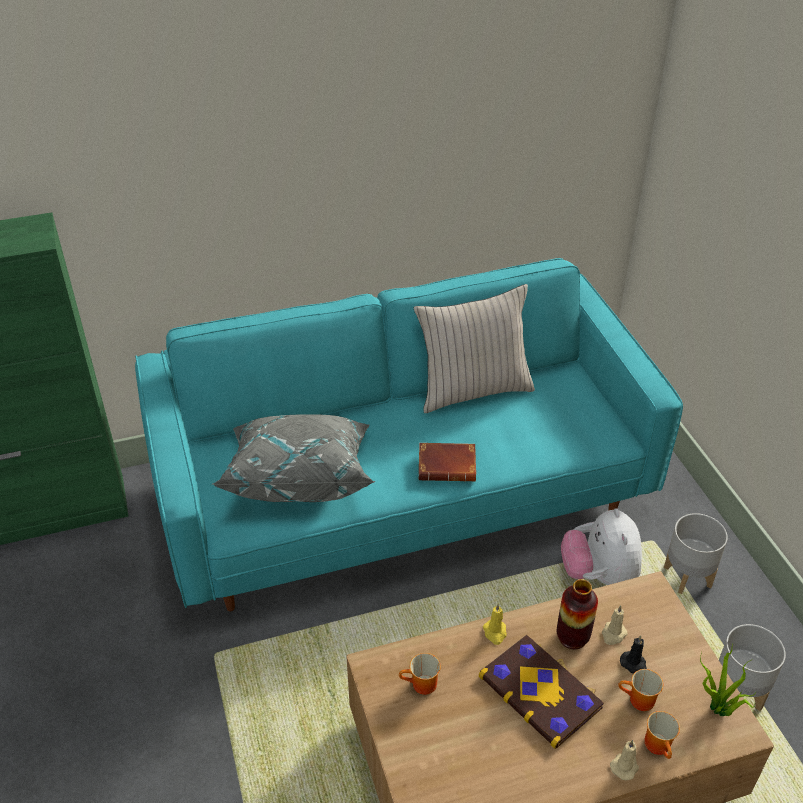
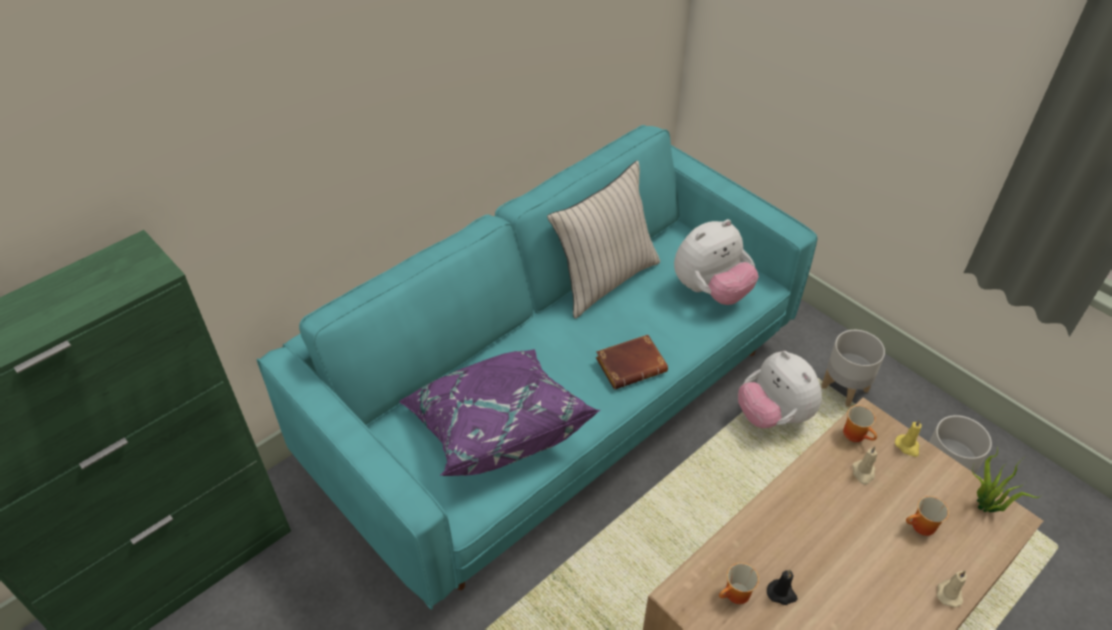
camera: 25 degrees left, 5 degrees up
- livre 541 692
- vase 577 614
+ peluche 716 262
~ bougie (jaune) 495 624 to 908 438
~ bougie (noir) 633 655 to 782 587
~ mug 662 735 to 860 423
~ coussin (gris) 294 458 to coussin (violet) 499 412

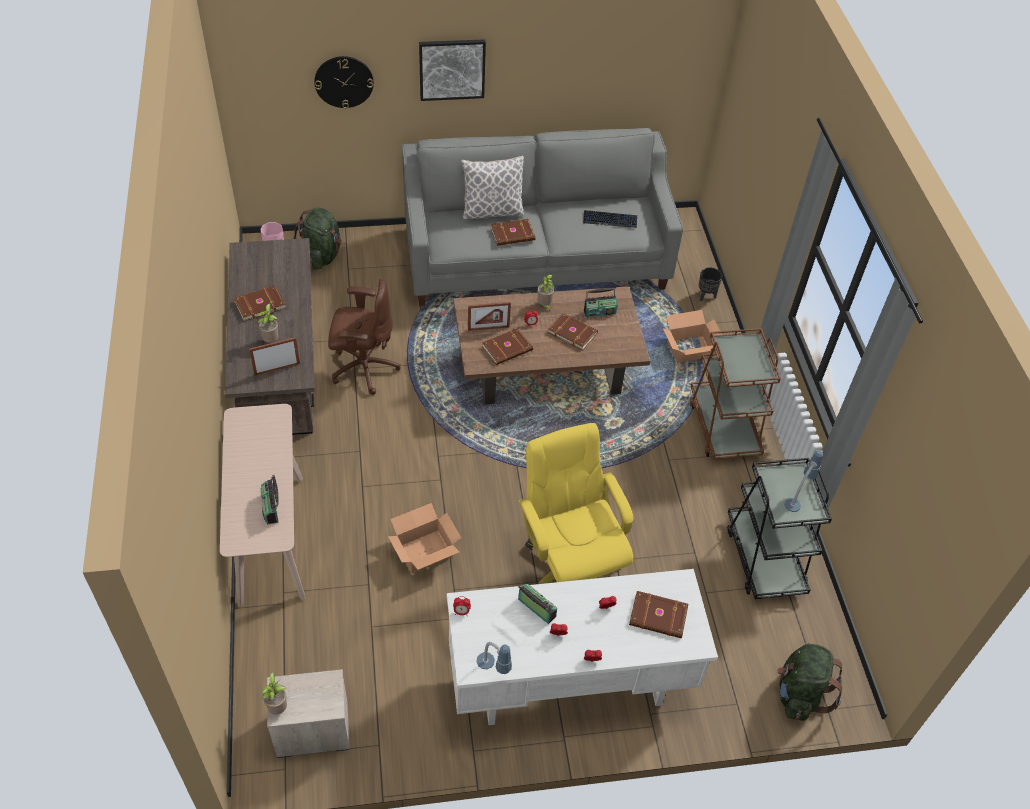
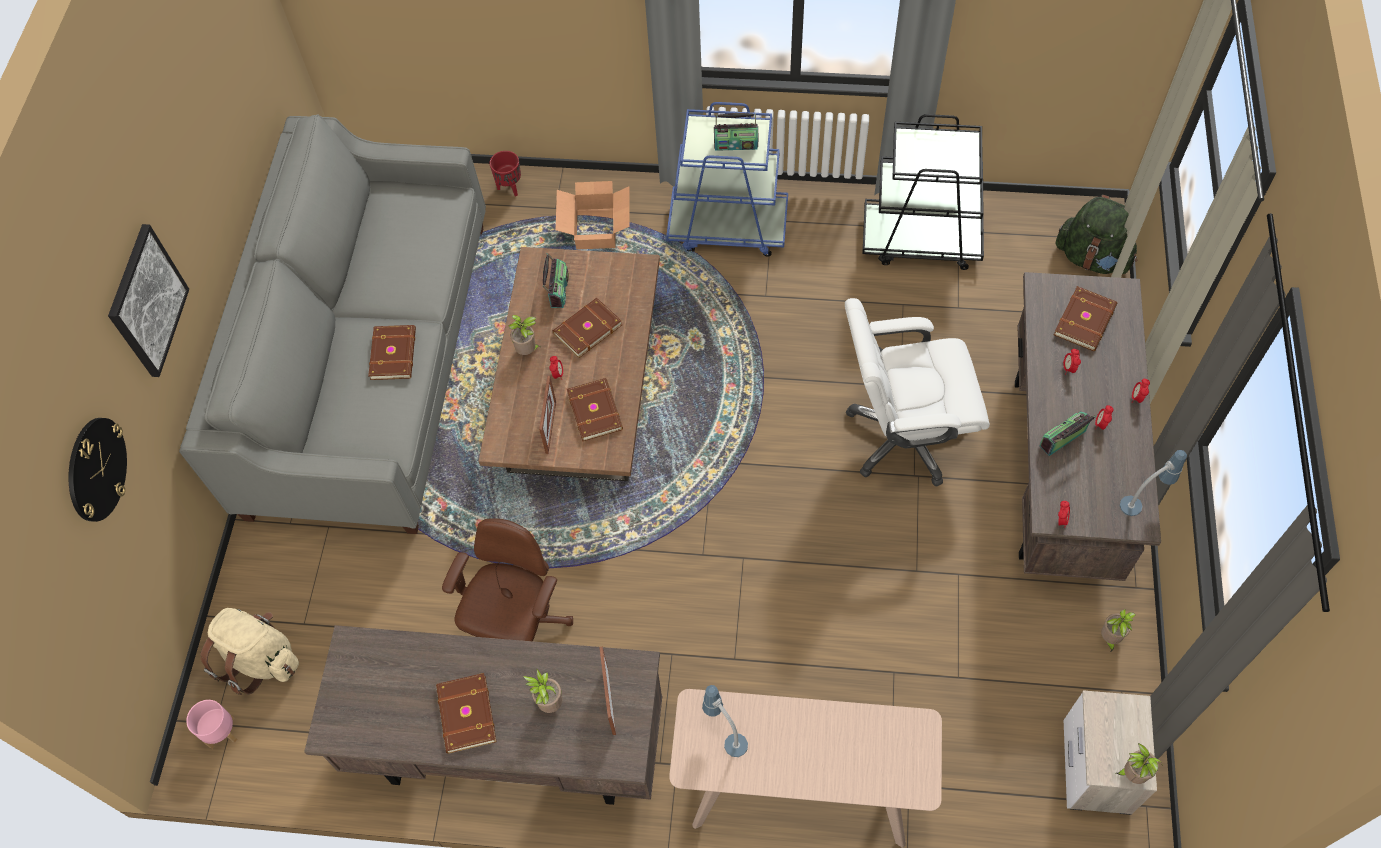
camera: 70 degrees left, 10 degrees up
- carton 424 538
- coussin 492 187
- clavier 610 219
+ plante en pot 1118 631
~ radio 269 500 to 736 132
~ lampe de table 803 481 to 725 721
~ sac à dos (vert) 317 239 to sac à dos (beige) 249 651
~ bureau (blanc) 582 647 to bureau (marron) 1088 426
~ chaise de bureau (jaune) 576 503 to chaise de bureau (blanc) 917 392
~ chariot (marron) 735 393 to chariot (bleu) 727 179
~ cache-pot (noir) 710 284 to cache-pot (rouge) 505 174

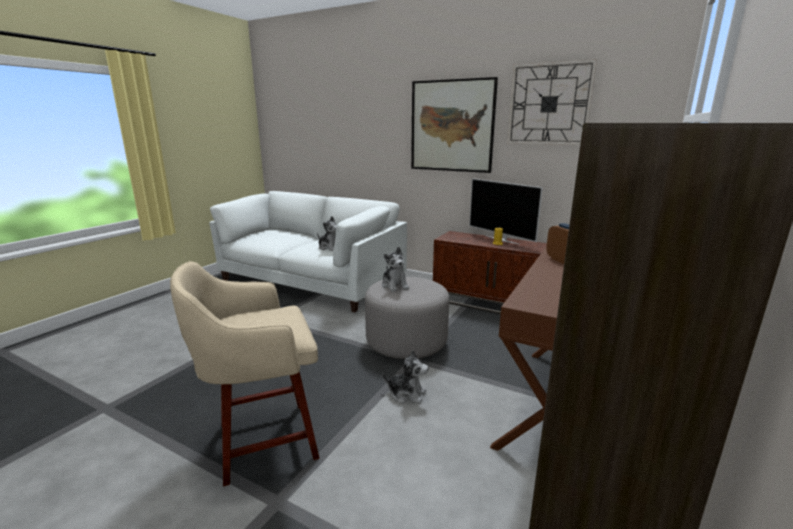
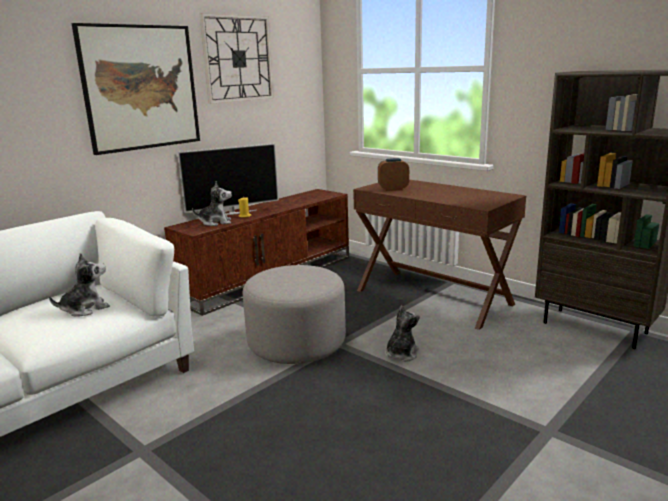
camera: 75 degrees left, 0 degrees up
- tabouret (beige) 244 373
~ peluche 395 269 to 212 203

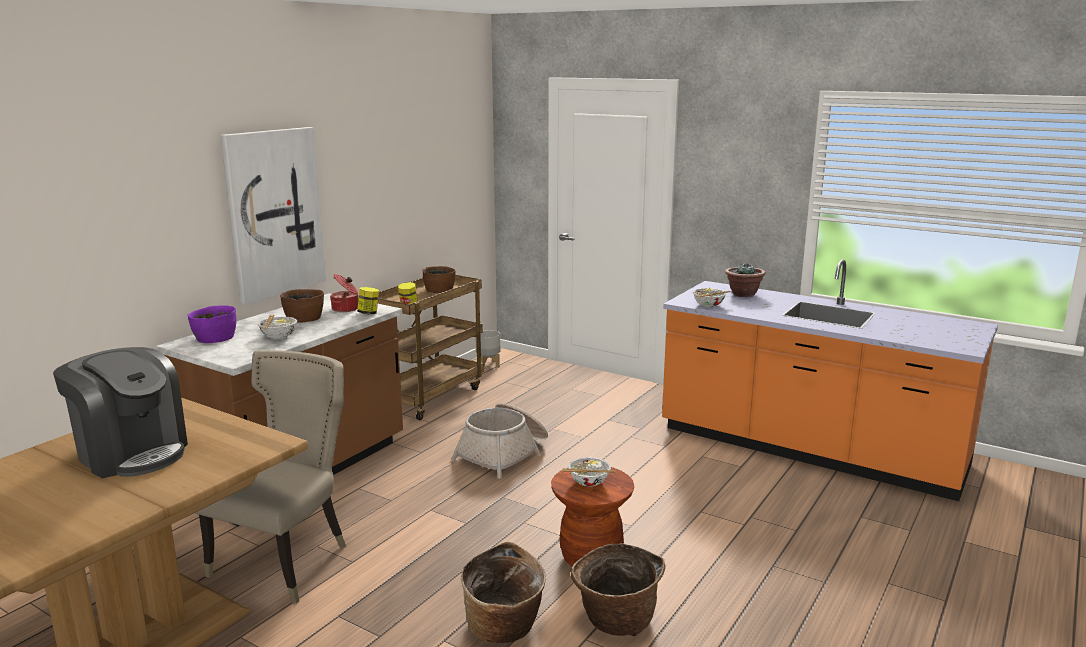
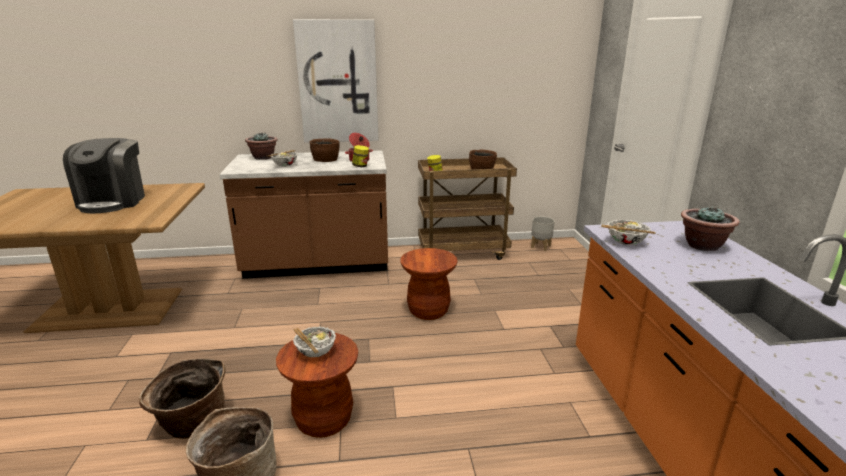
camera: 50 degrees right, 5 degrees up
- chaise (beige) 270 477
~ bol (violet) 212 324 to plante en pot 261 146
~ panier 499 440 to tabouret (marron) 429 284

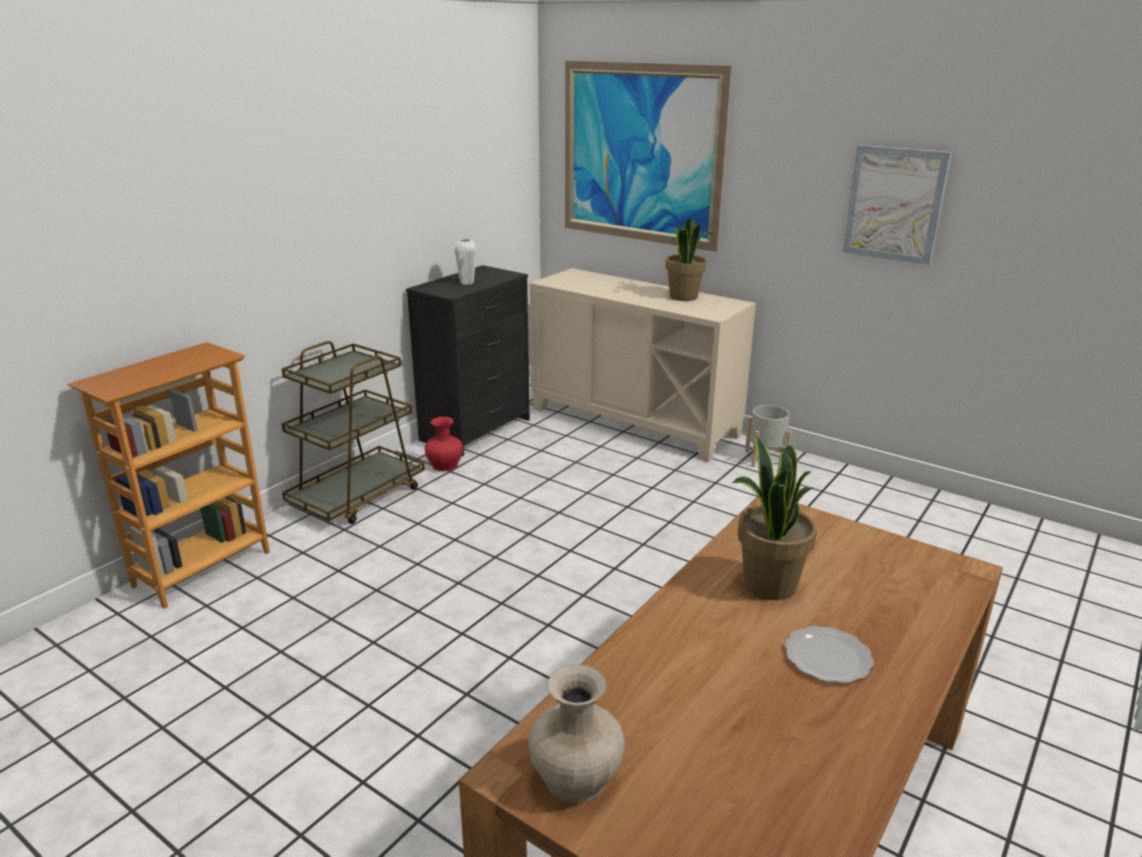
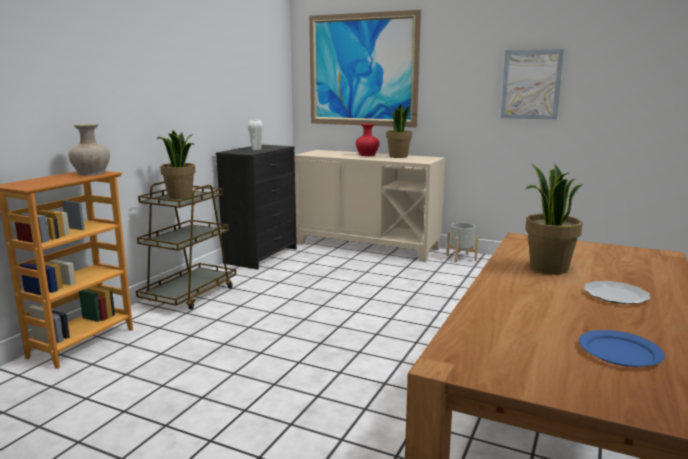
camera: 10 degrees left, 10 degrees down
+ plante en pot 175 165
+ assiette (bleu) 622 348
~ vase (rouge) 444 444 to 367 140
~ vase (beige) 576 733 to 89 150

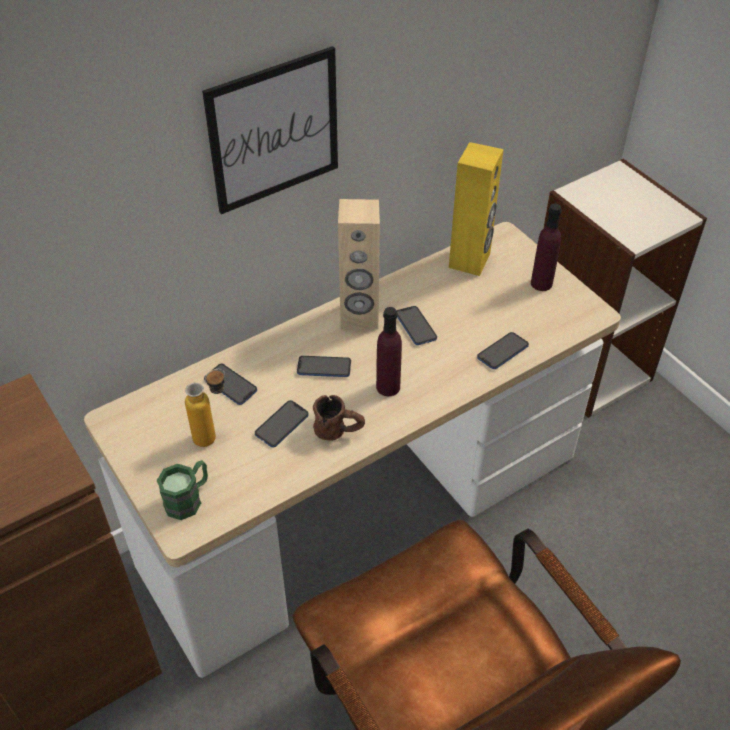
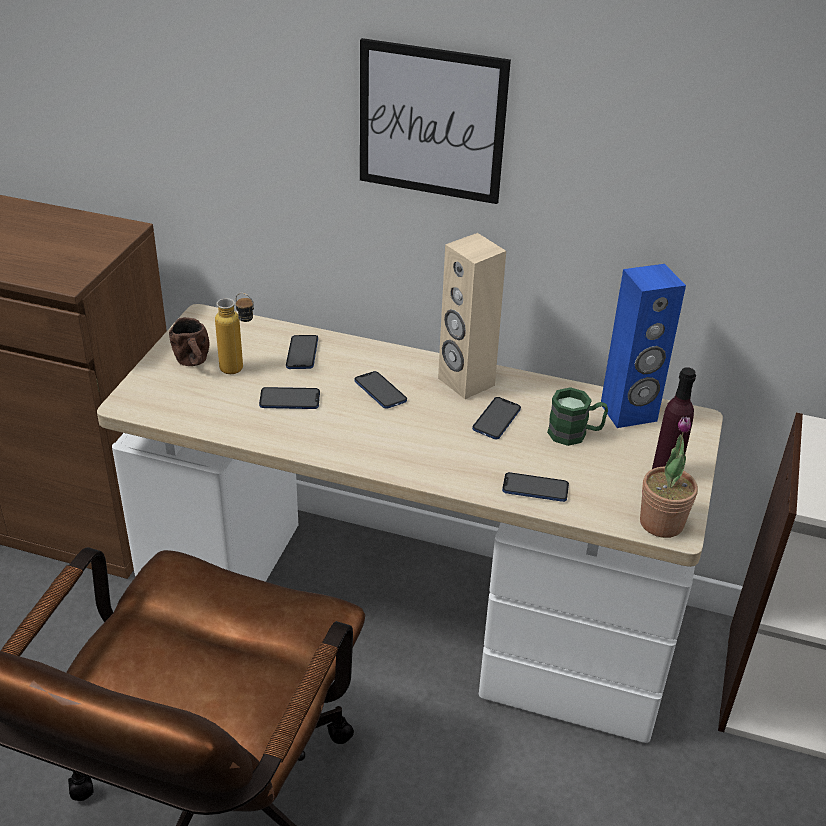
camera: 50 degrees right, 10 degrees down
- bouteille (violet) 389 351
+ plante en pot 669 477
~ mug (vert) 182 490 to 577 416
~ mug (marron) 339 418 to 189 341
~ enceinte (jaune) 476 209 to enceinte (bleu) 643 346

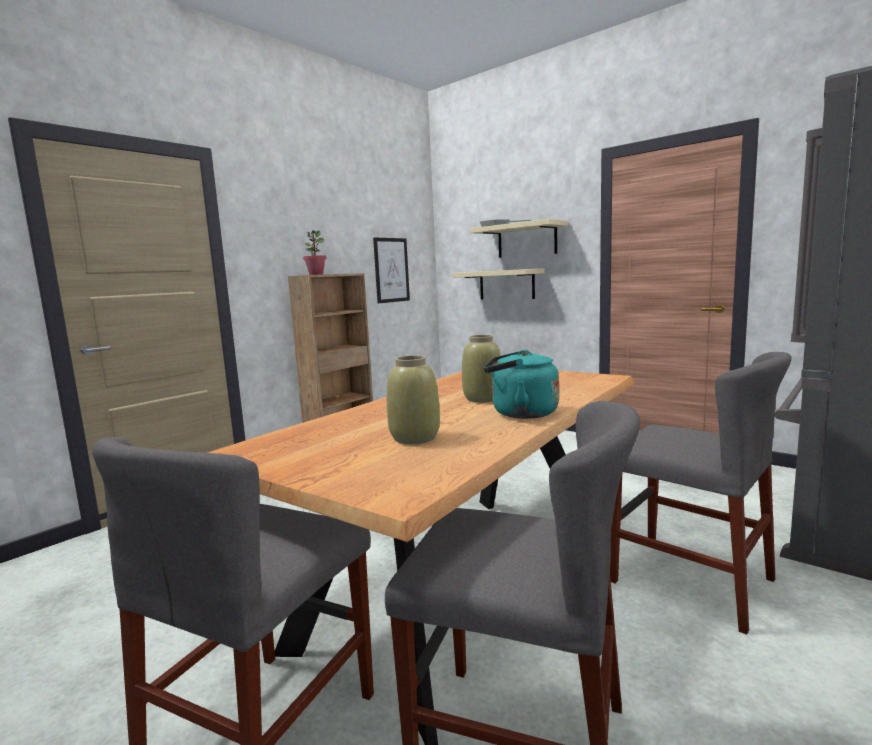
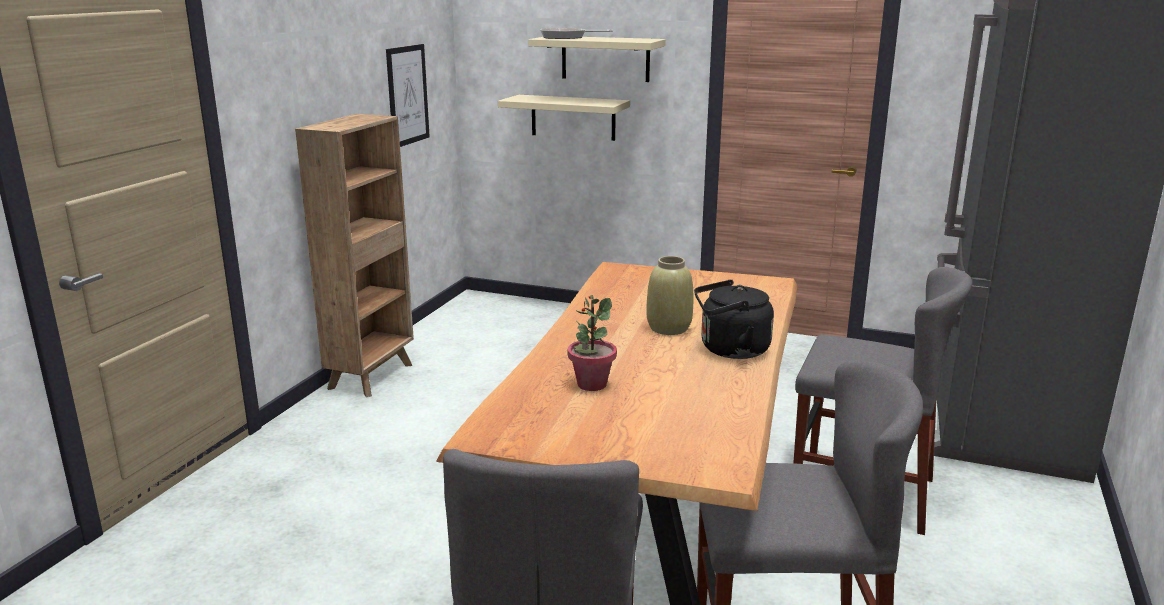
camera: 20 degrees left, 10 degrees up
- vase (beige) 413 399
~ plante en pot 314 252 to 592 343
~ bouilloire (turquoise) 521 384 to bouilloire (noir) 734 319

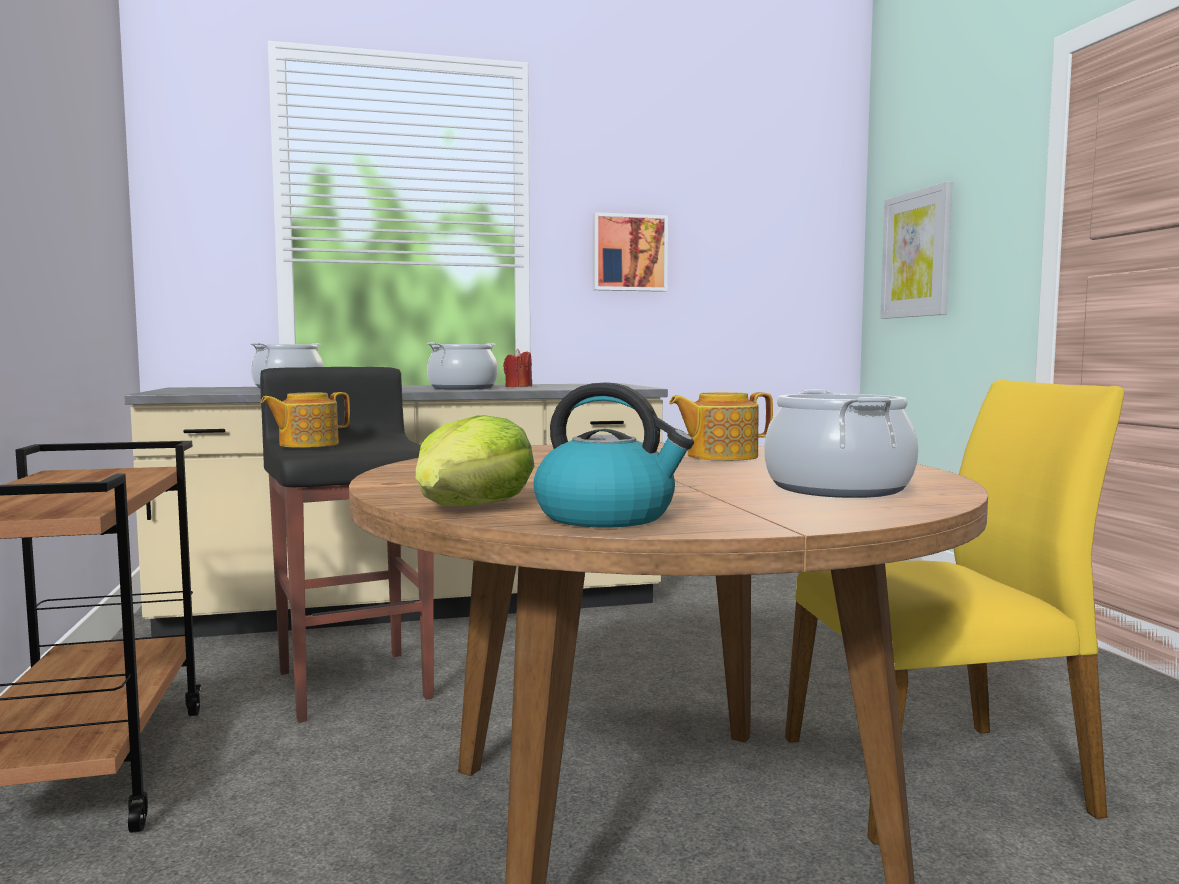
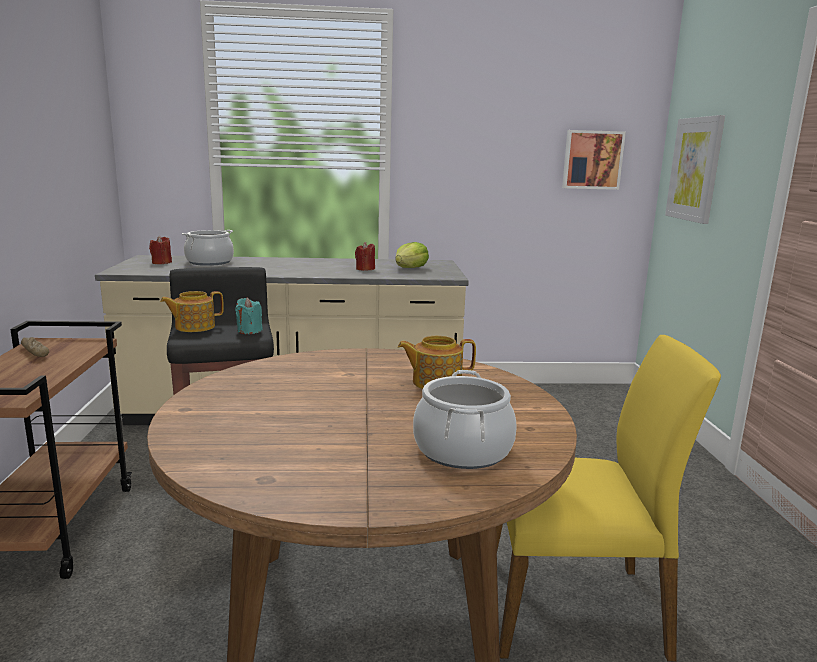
camera: 10 degrees right, 10 degrees up
- marmite 462 366
- bouilloire 613 454
+ pain 35 347
+ bougie (rouge) 160 250
+ bougie (turquoise) 249 315
~ laitue 475 460 to 412 255
~ tableau 630 252 to 594 160

